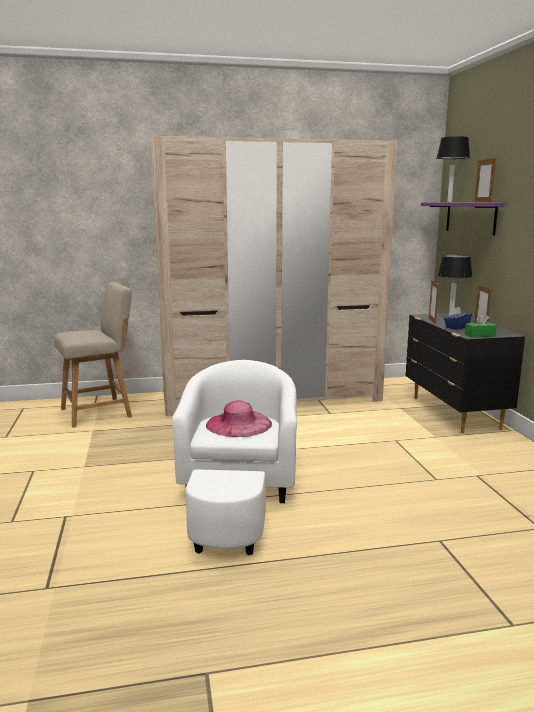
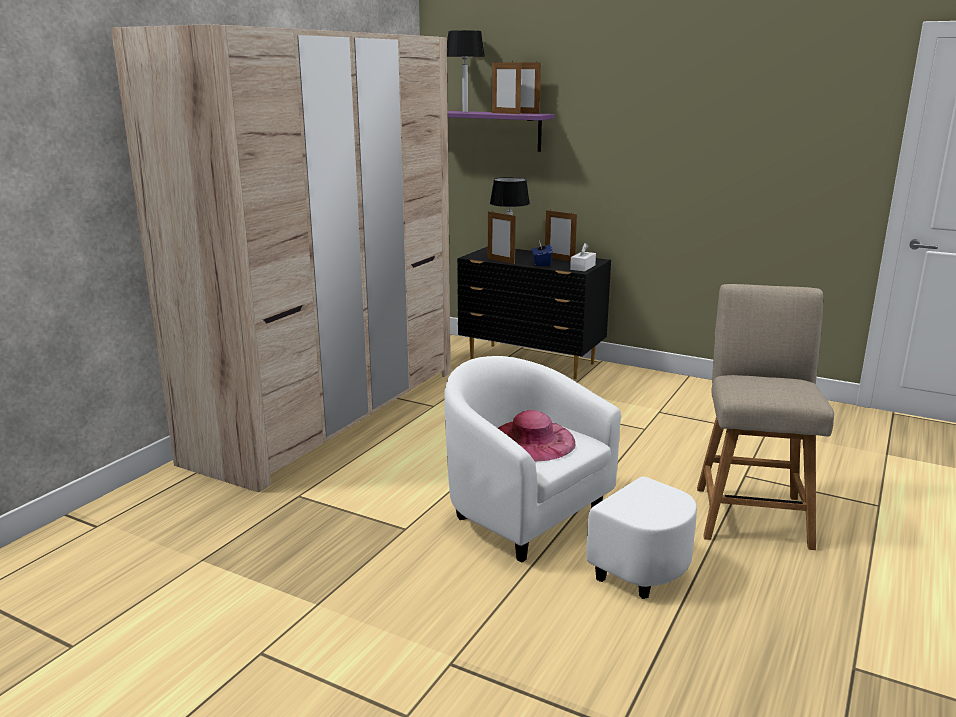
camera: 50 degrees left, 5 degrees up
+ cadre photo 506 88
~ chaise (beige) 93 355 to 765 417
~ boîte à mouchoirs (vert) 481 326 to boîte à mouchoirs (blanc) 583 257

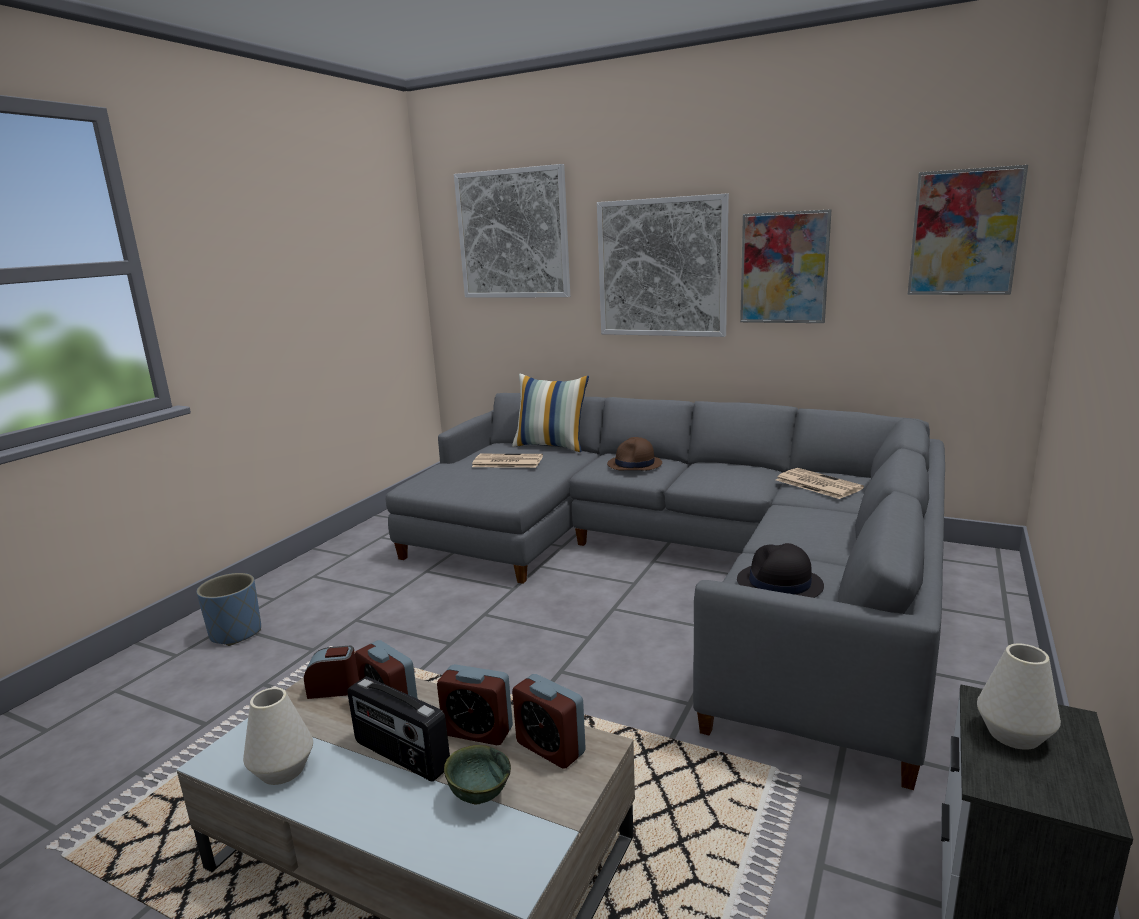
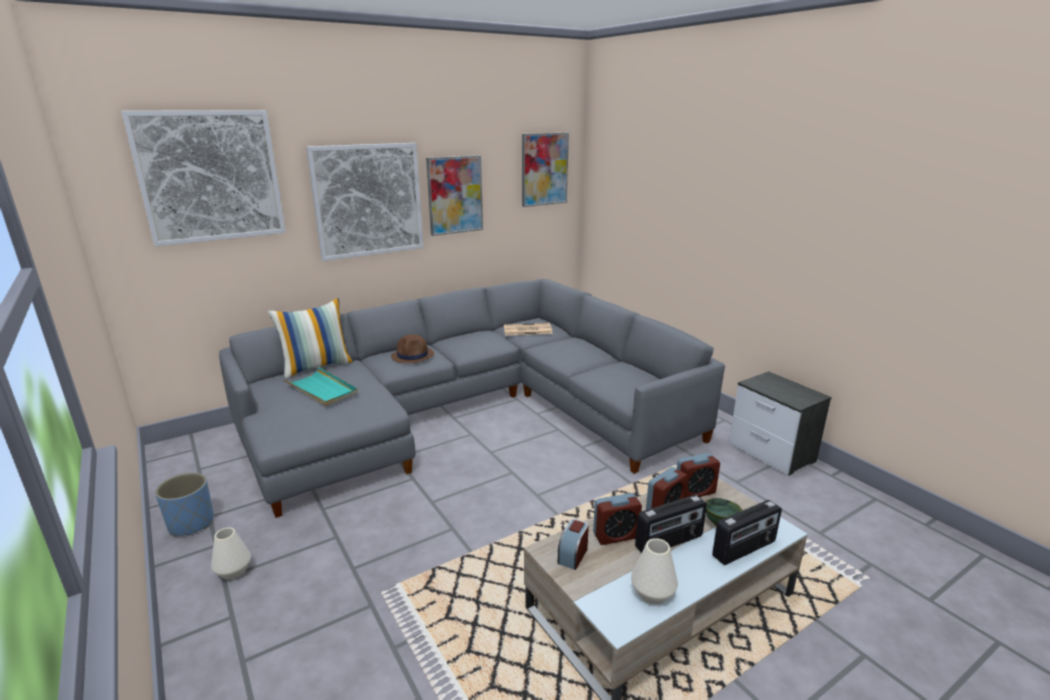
camera: 60 degrees left, 5 degrees up
- chapeau (noir) 780 570
+ radio 747 532
~ cache-pot (bleu) 229 609 to 184 505
~ vase (blanc) 1019 696 to 231 554
~ journal 507 461 to plateau (turquoise) 320 386

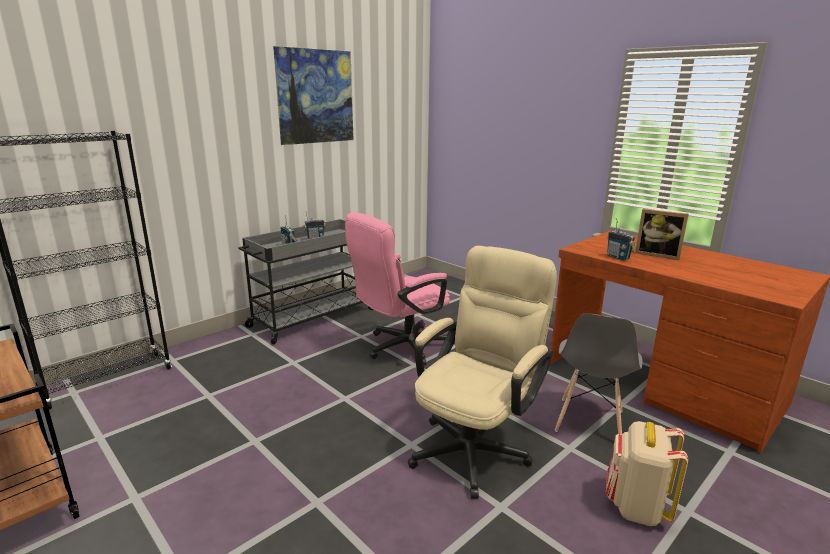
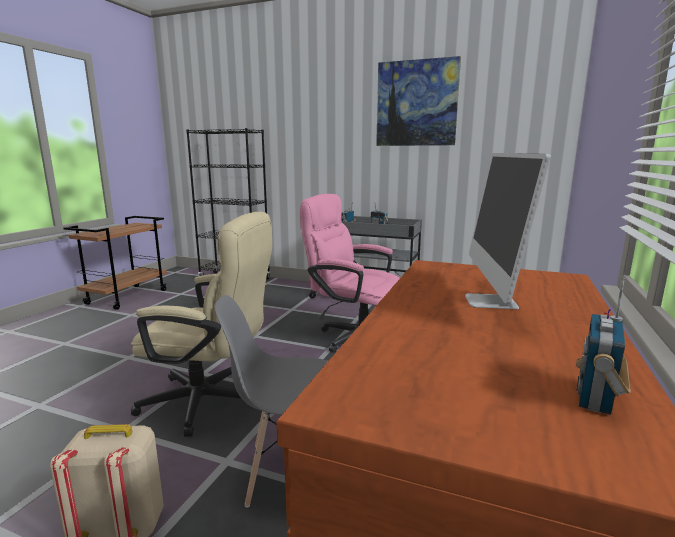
camera: 65 degrees right, 5 degrees down
~ radio 621 239 to 603 346
~ cadre photo 662 234 to écran d'ordinateur 508 231

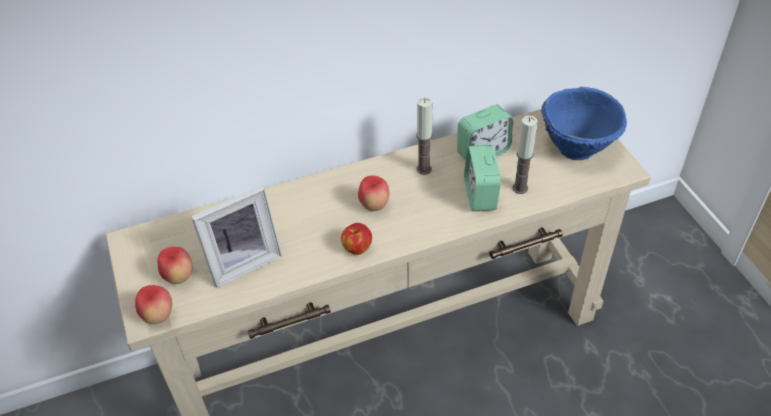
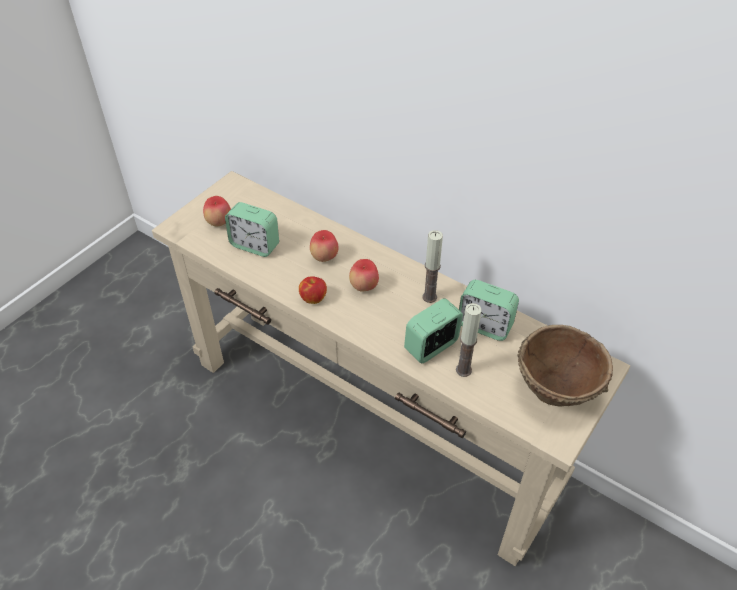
camera: 55 degrees right, 0 degrees up
~ pomme 153 304 to 324 246
~ cadre photo 236 236 to réveil 252 229
~ bol (bleu) 584 123 to bol (marron) 565 366

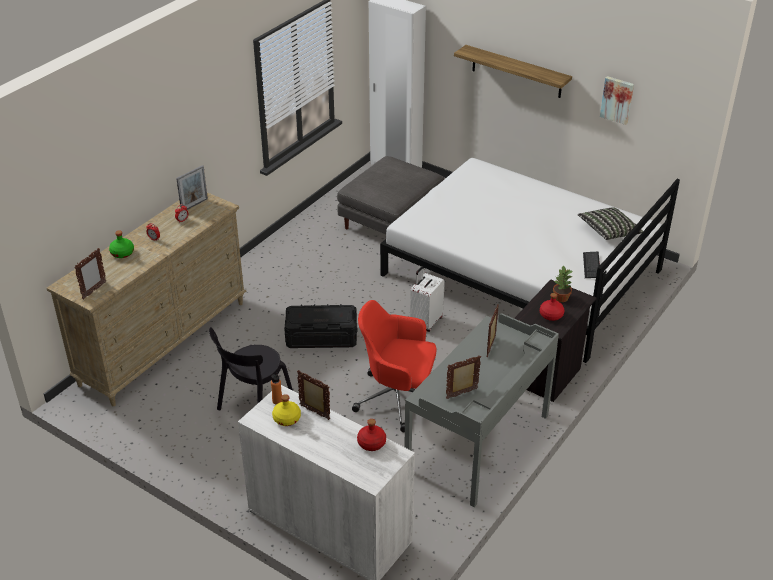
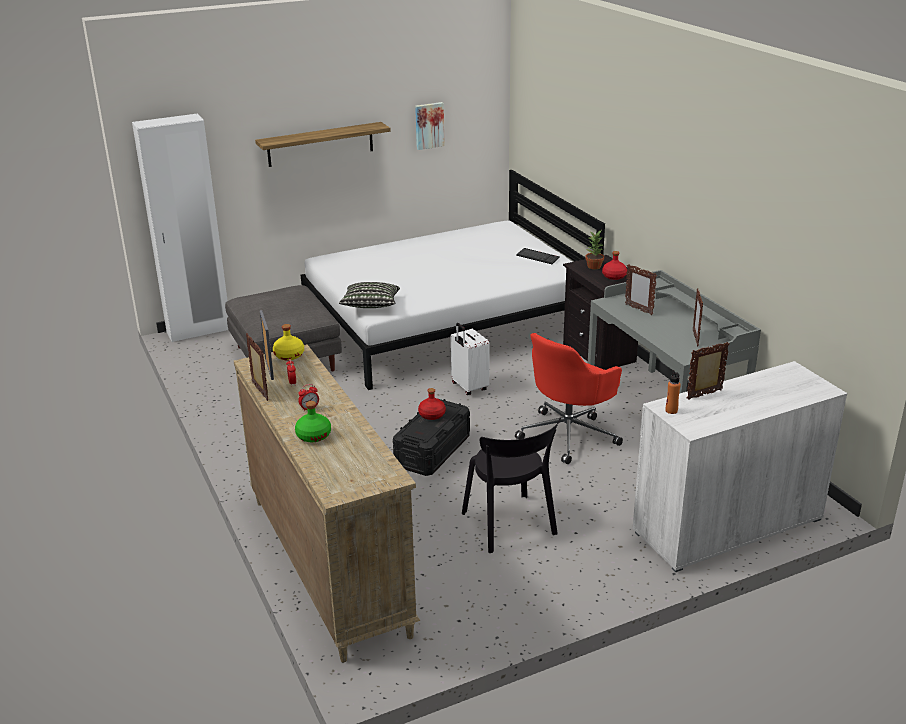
camera: 60 degrees left, 10 degrees down
~ cadre photo 90 273 to 257 367
~ bouteille (jaune) 286 410 to 288 342
~ bouteille (rouge) 371 435 to 432 404
~ coussin 610 223 to 369 295

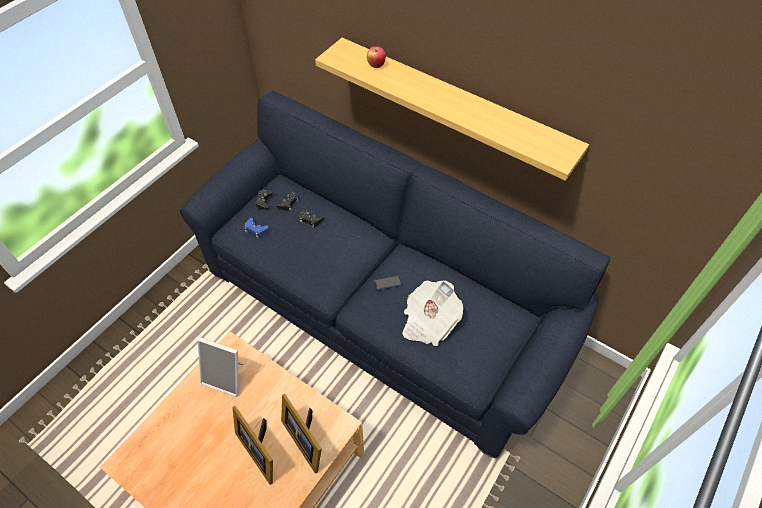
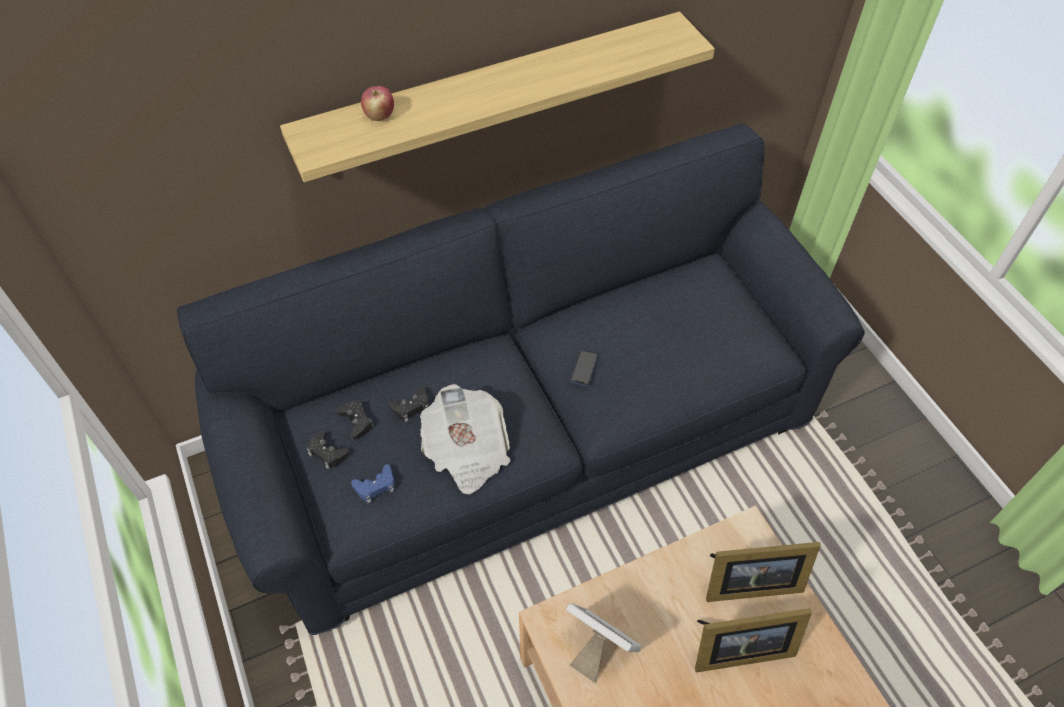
camera: 60 degrees left, 0 degrees up
~ journal 433 313 to 465 439
~ cadre photo 220 367 = 604 643 105 degrees counterclockwise

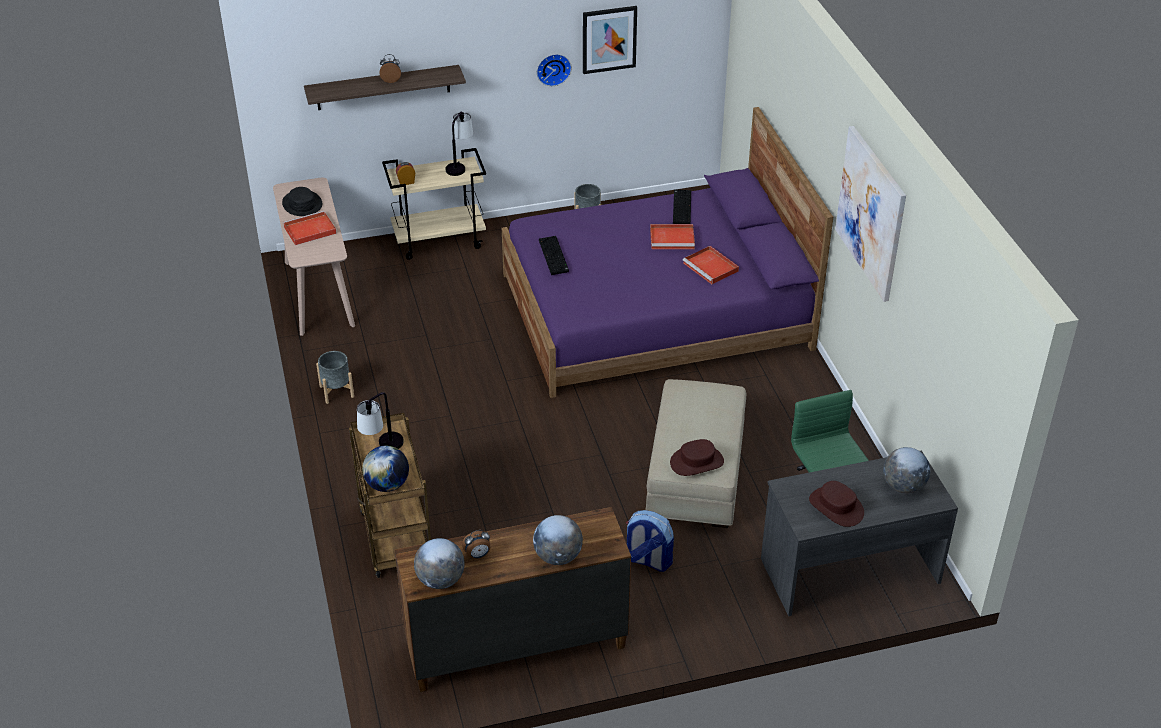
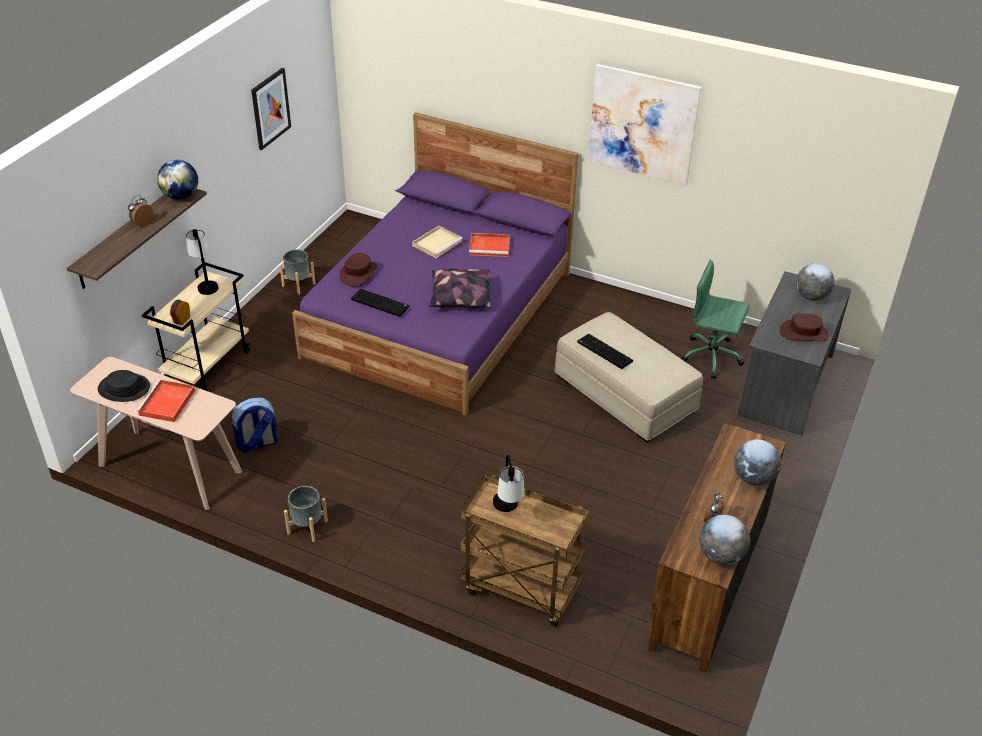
camera: 50 degrees left, 0 degrees up
- horloge murale 554 70
+ coussin 460 288
~ globe 385 469 to 177 180
~ sac à dos 650 541 to 254 425
~ chapeau (marron) 697 457 to 358 269
~ clavier 682 206 to 605 351
~ plateau (rouge) 672 236 to plateau (beige) 437 242

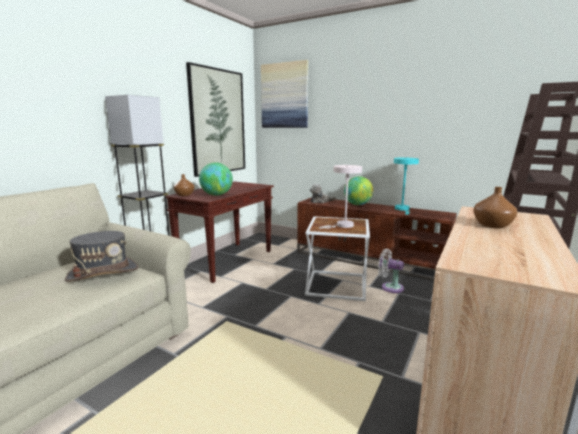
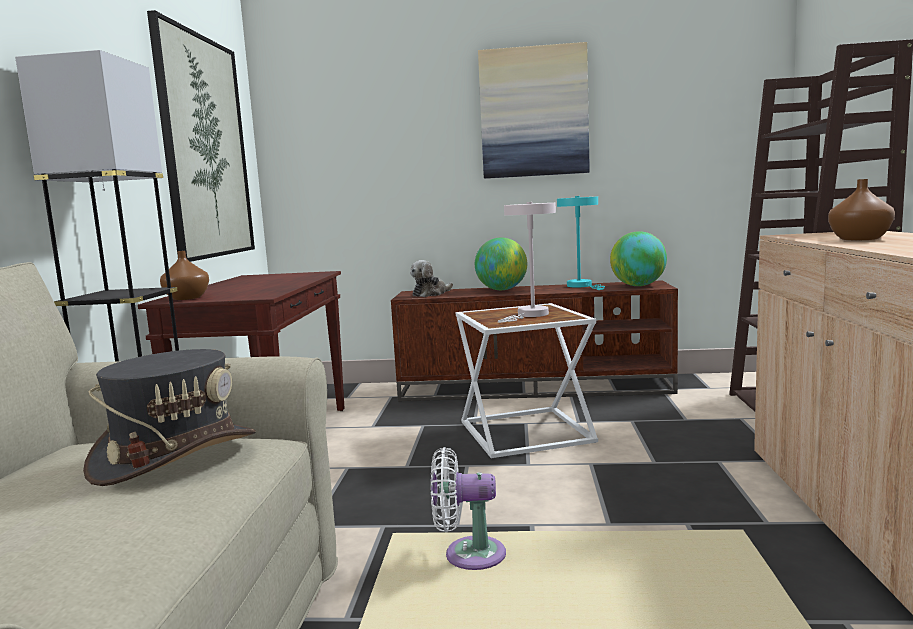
camera: 25 degrees left, 5 degrees down
~ globe 216 179 to 638 258
~ tableau 284 94 to 534 110
~ ventilateur (blanc) 391 271 to 468 508

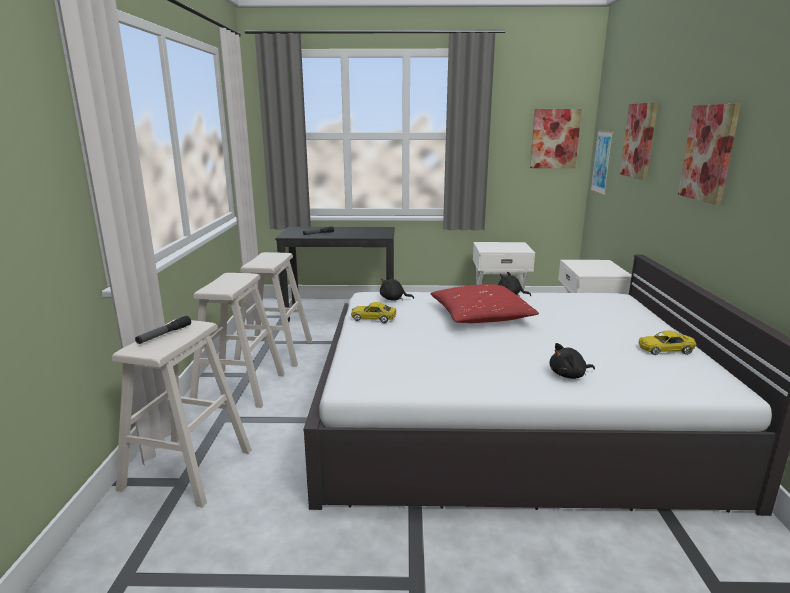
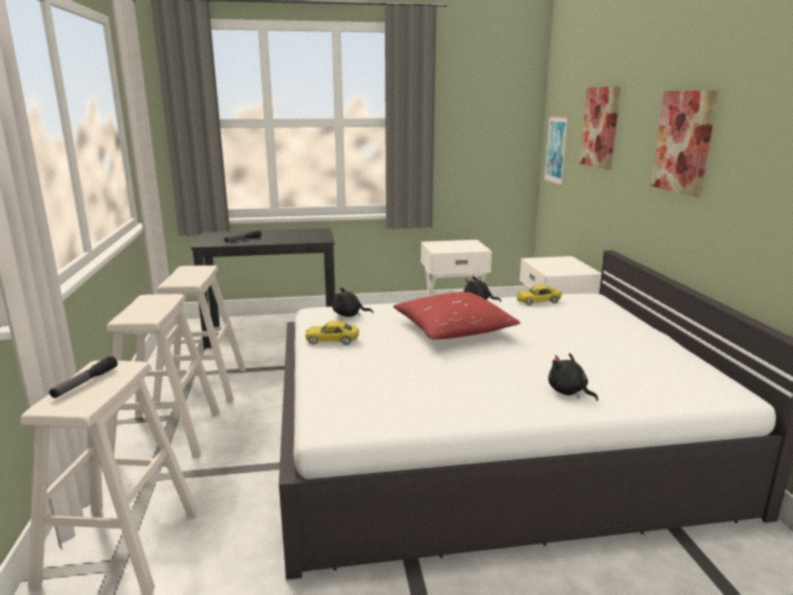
camera: 10 degrees left, 0 degrees up
- tableau 556 138
~ petite voiture (jaune) 668 343 to 539 295
~ peluche (noir) 572 361 = 573 377 75 degrees clockwise

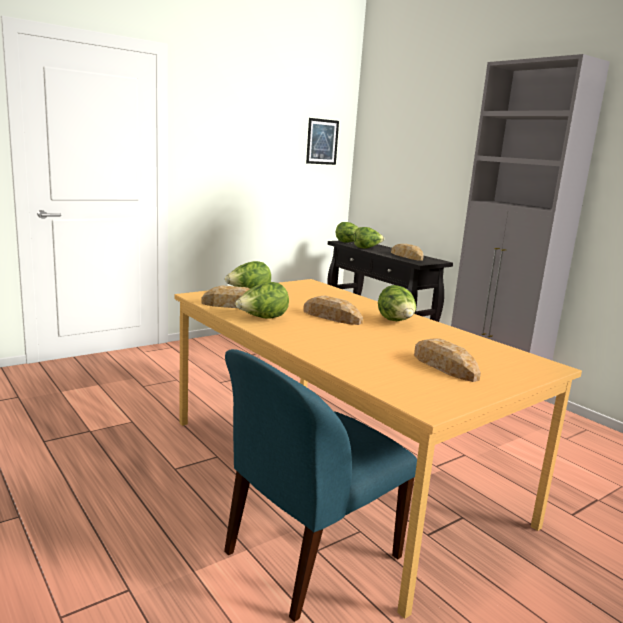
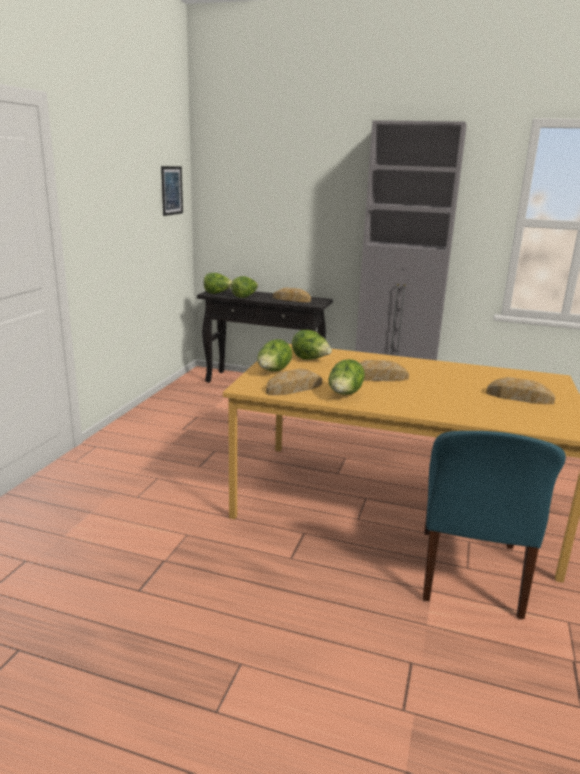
camera: 35 degrees left, 5 degrees up
~ laitue 397 303 to 312 345

